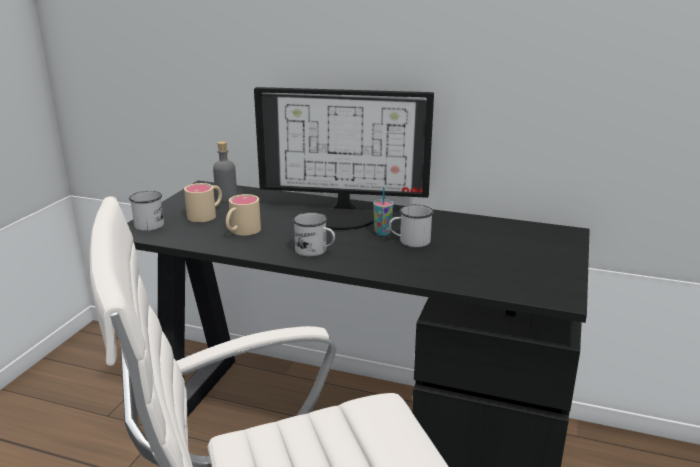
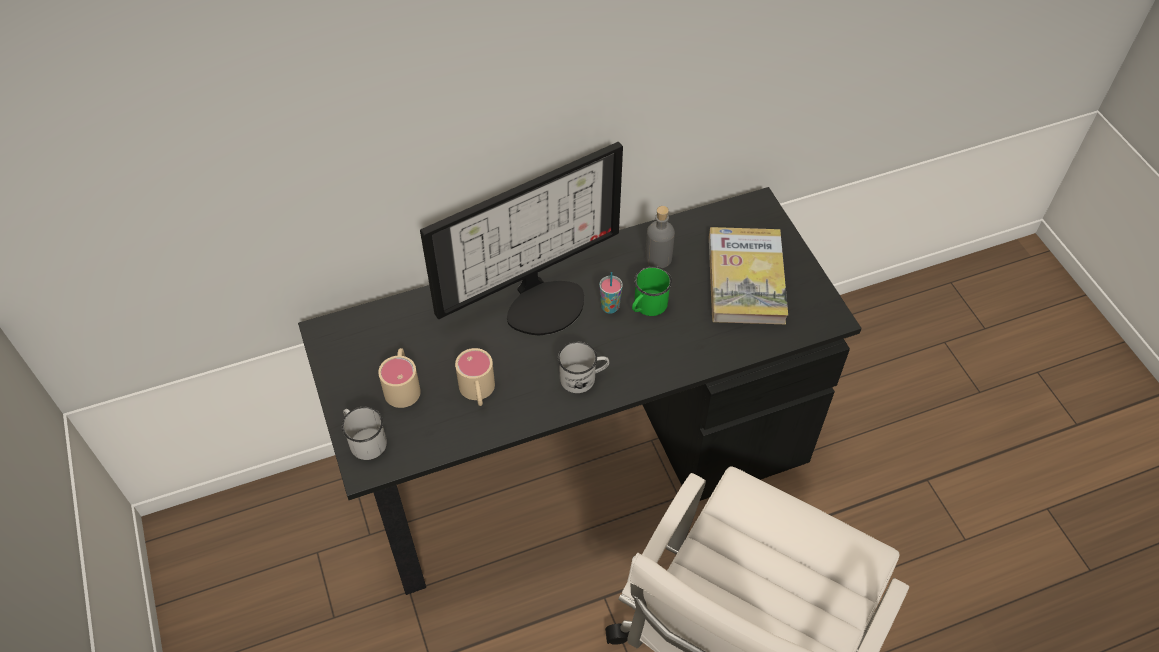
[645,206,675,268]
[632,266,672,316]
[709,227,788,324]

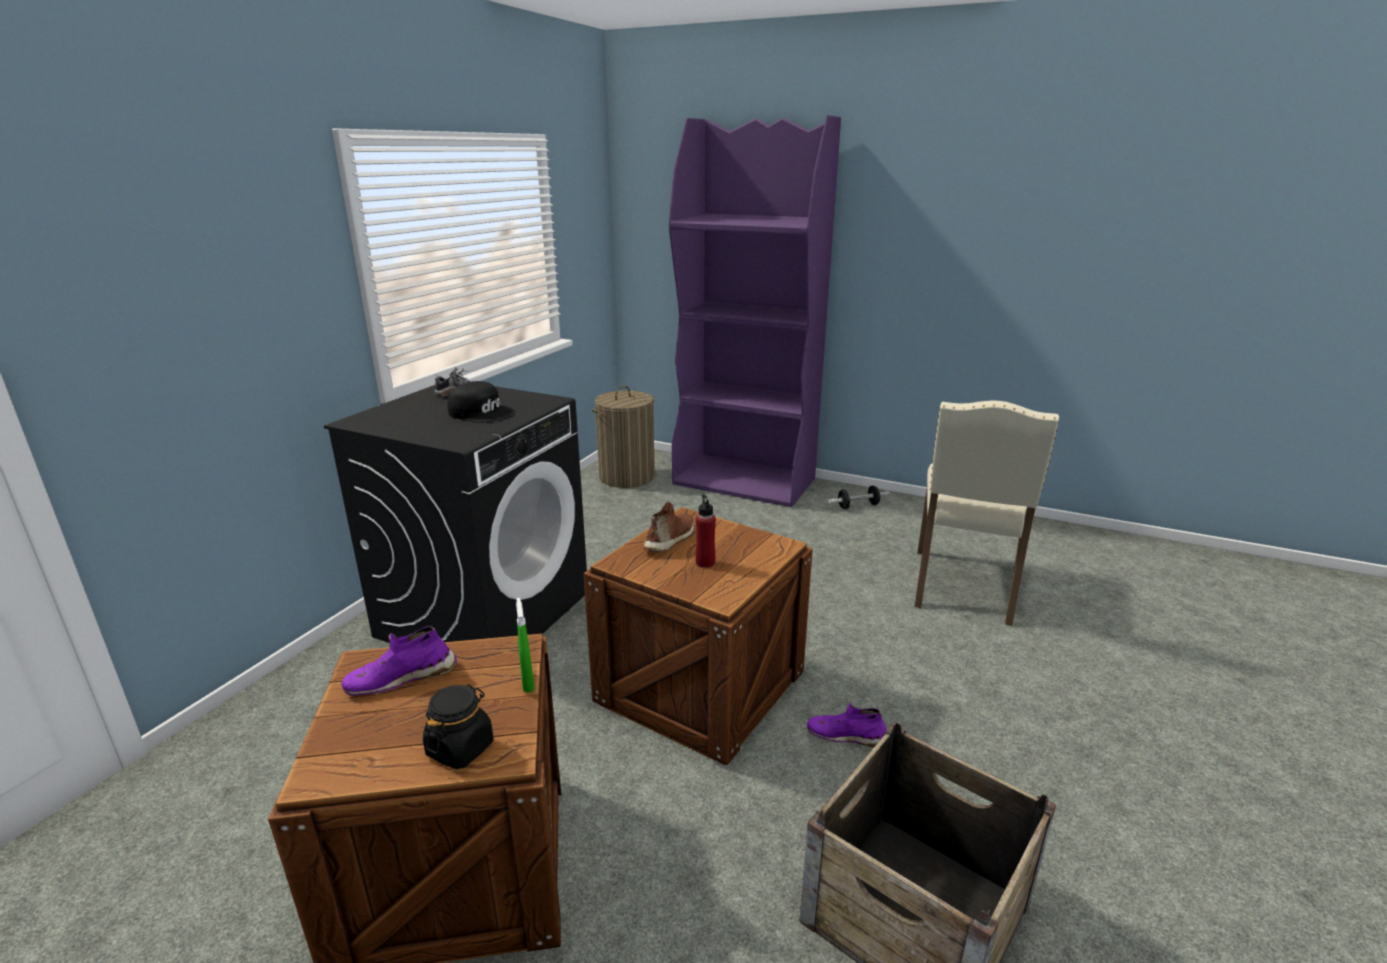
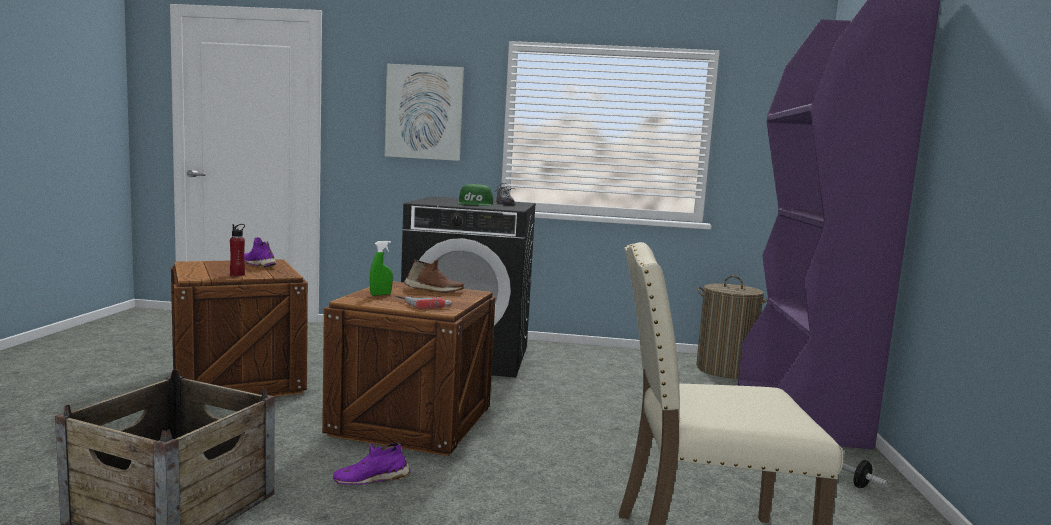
[423,684,493,769] (first image)
[457,183,493,206]
[370,241,393,296]
[230,224,245,276]
[333,443,411,485]
[385,64,464,161]
[395,296,452,309]

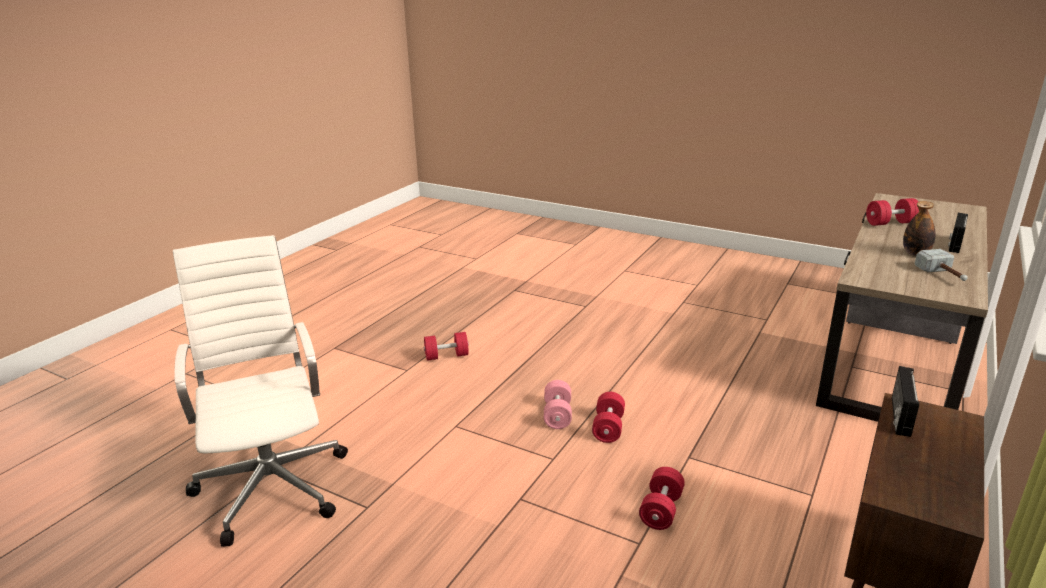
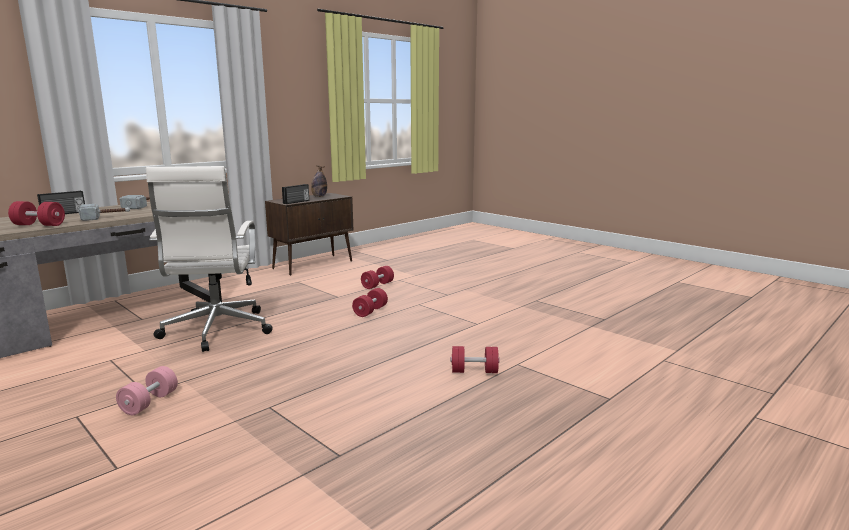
[146,166,272,352]
[116,366,178,415]
[311,165,327,197]
[79,204,130,221]

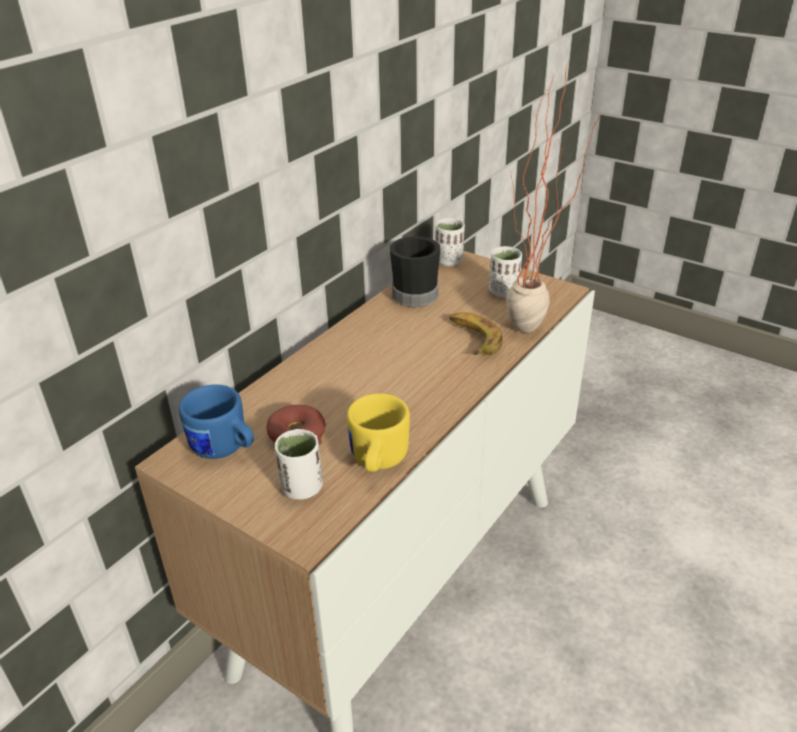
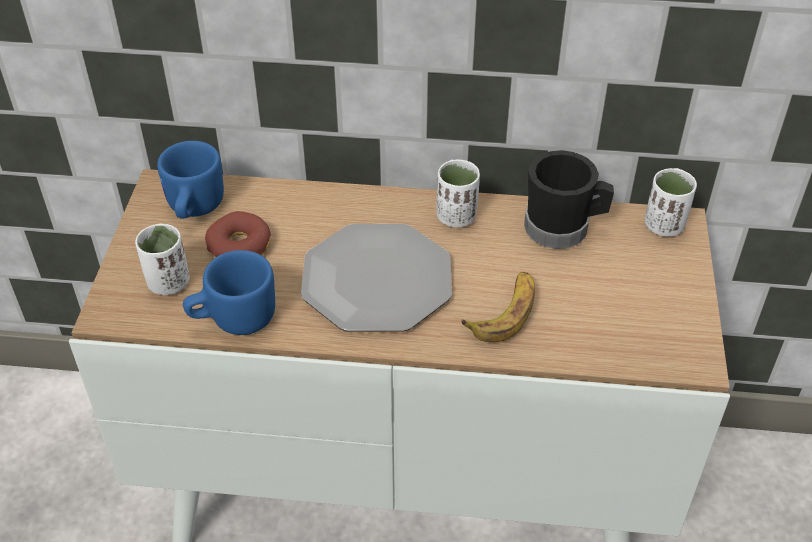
[183,250,275,335]
[436,159,480,227]
[506,62,600,333] (first image)
[301,224,452,332]

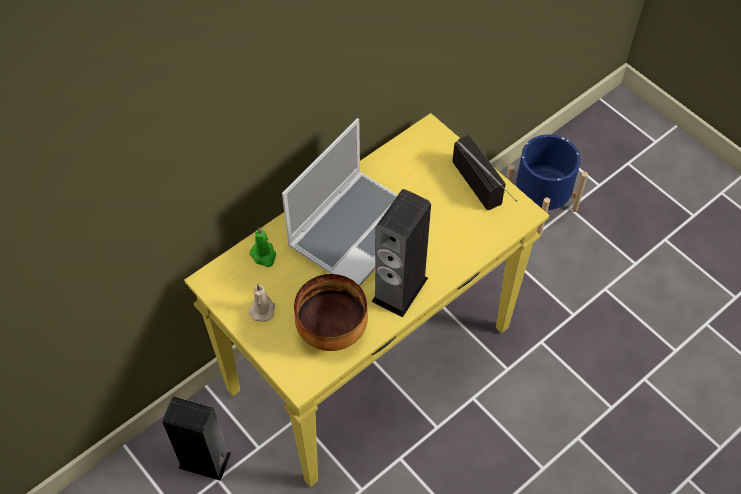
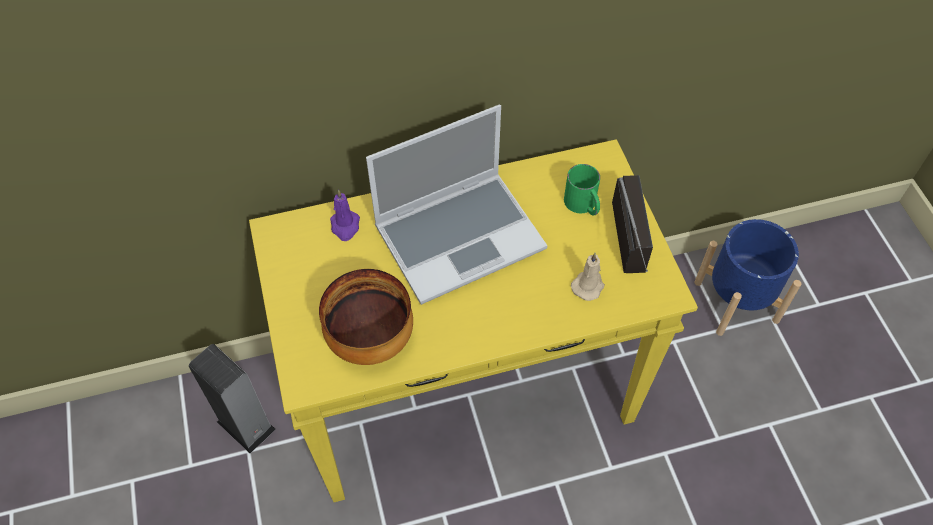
[330,189,360,241]
[571,253,605,301]
[371,189,431,318] (first image)
[564,164,600,215]

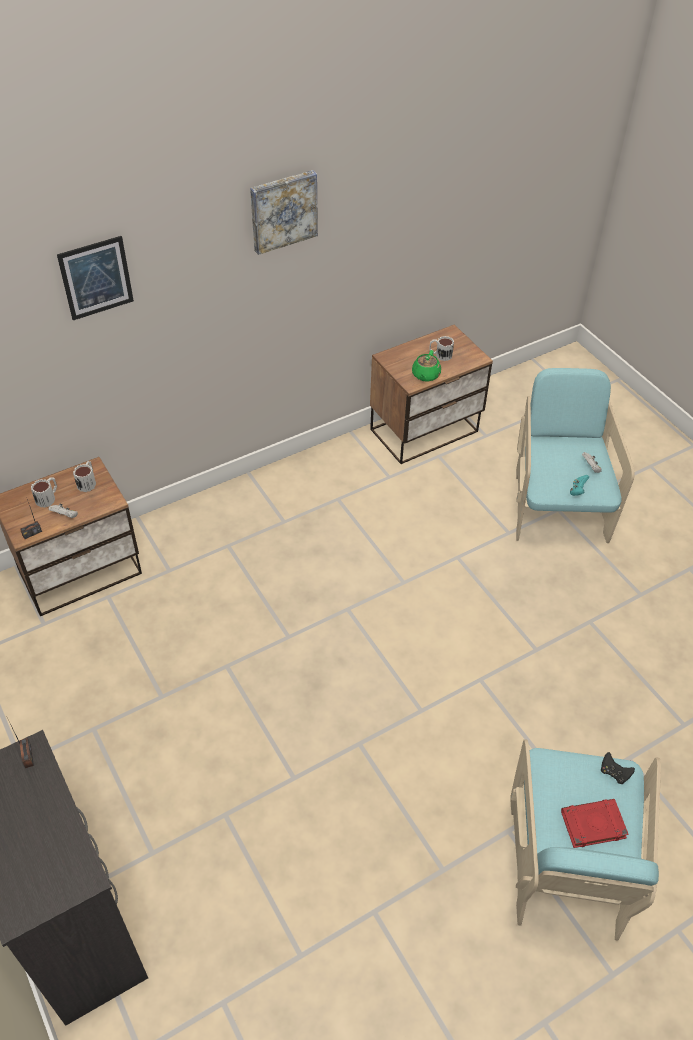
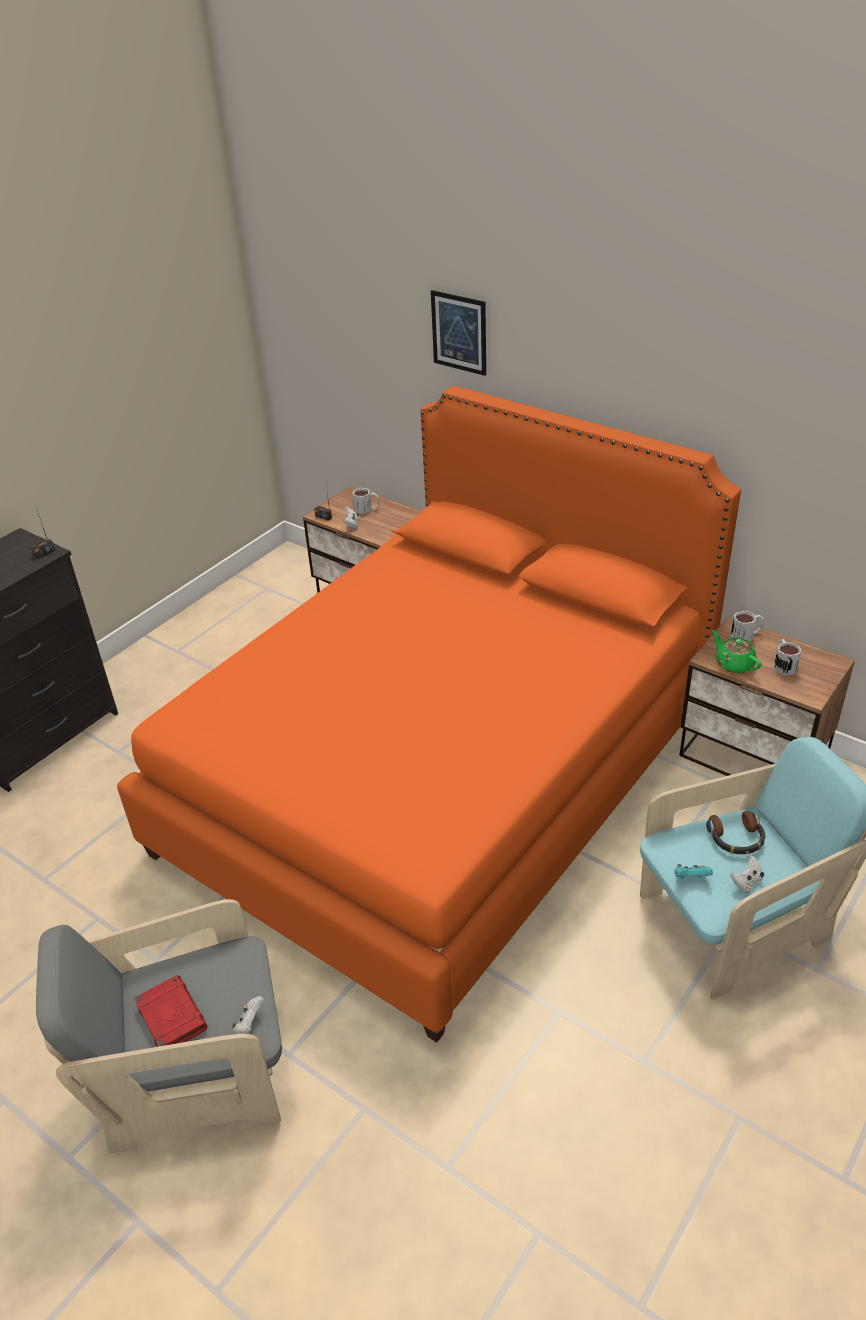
[731,611,764,642]
[250,170,318,255] (first image)
[712,630,762,673]
[36,899,282,1153]
[232,996,265,1034]
[117,386,741,1043]
[706,811,765,854]

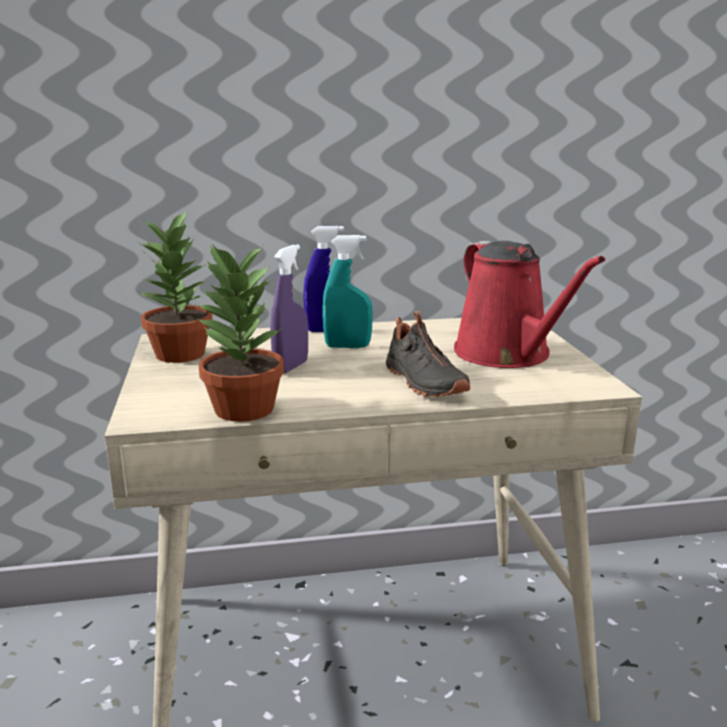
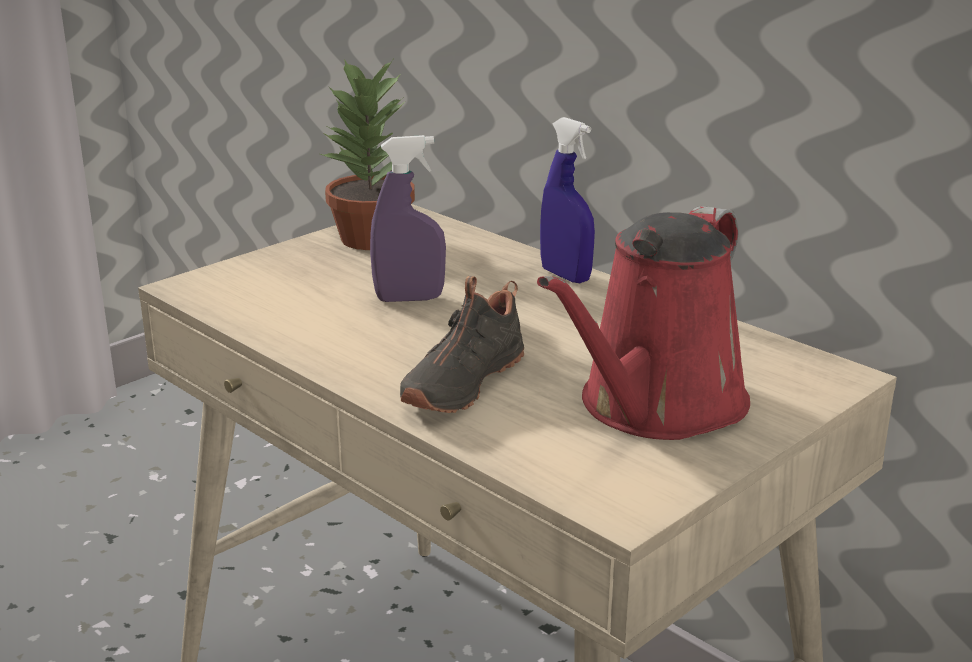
[195,244,284,422] (first image)
[322,235,373,348] (first image)

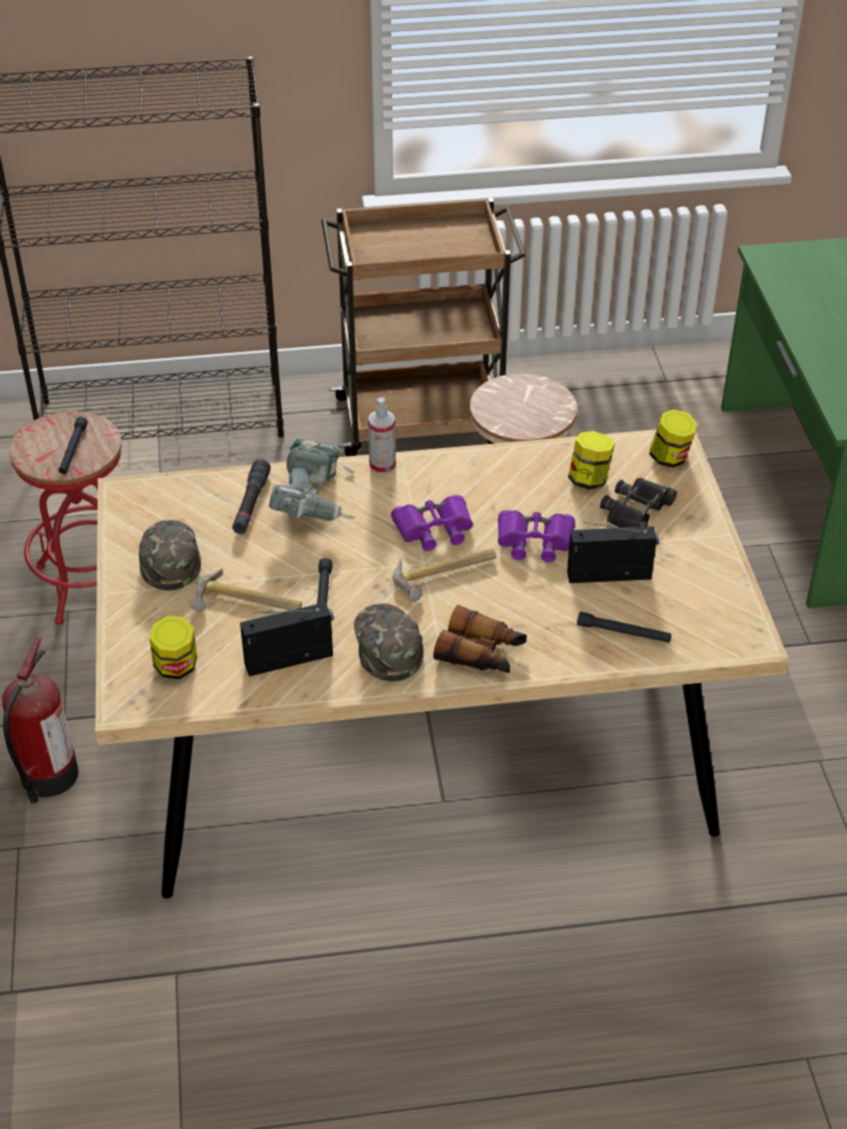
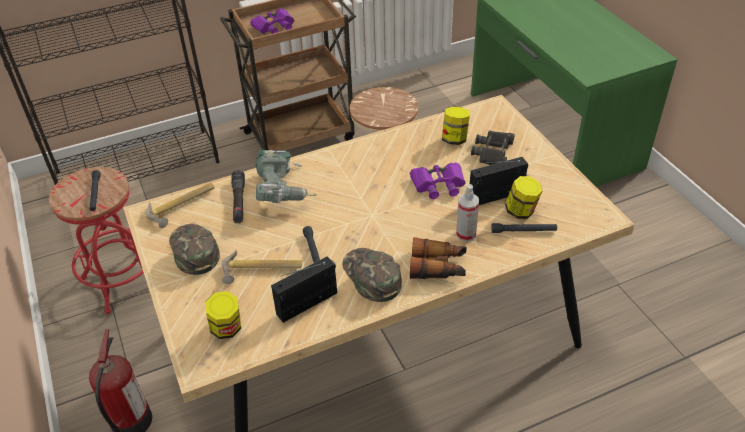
[456,184,479,242]
[250,9,294,34]
[146,182,214,228]
[505,176,543,219]

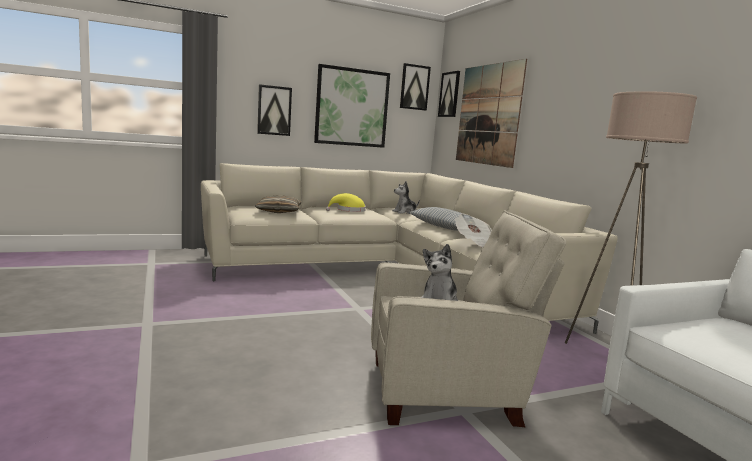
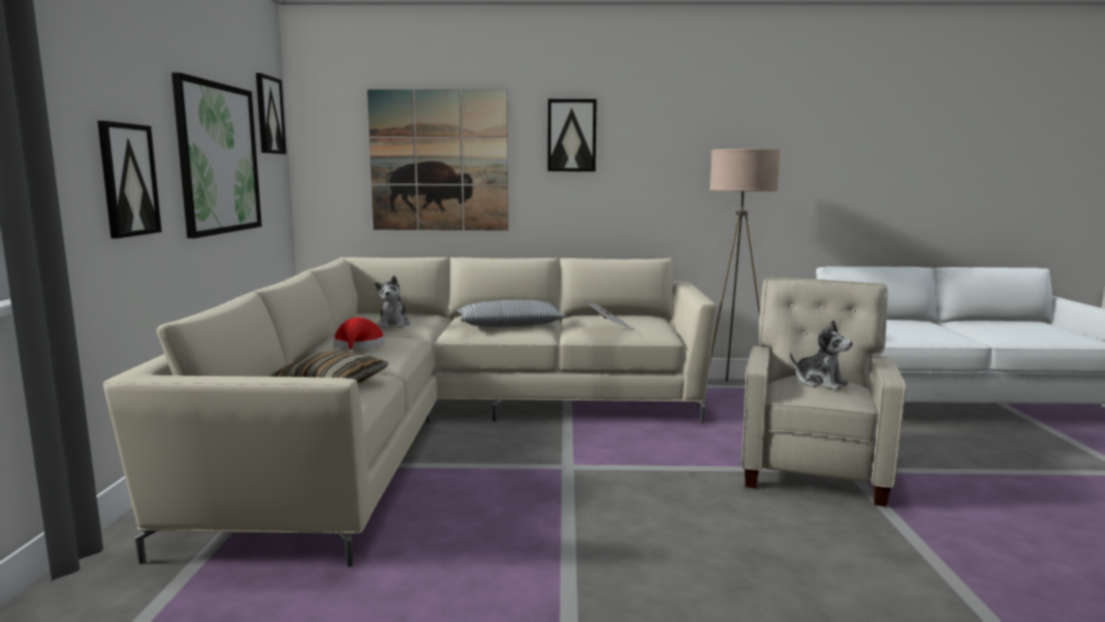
[333,317,385,352]
[548,99,597,171]

